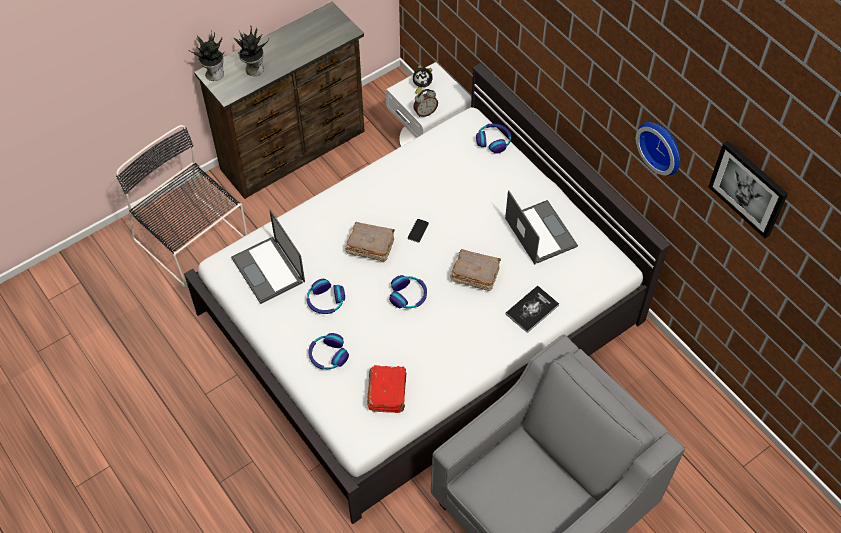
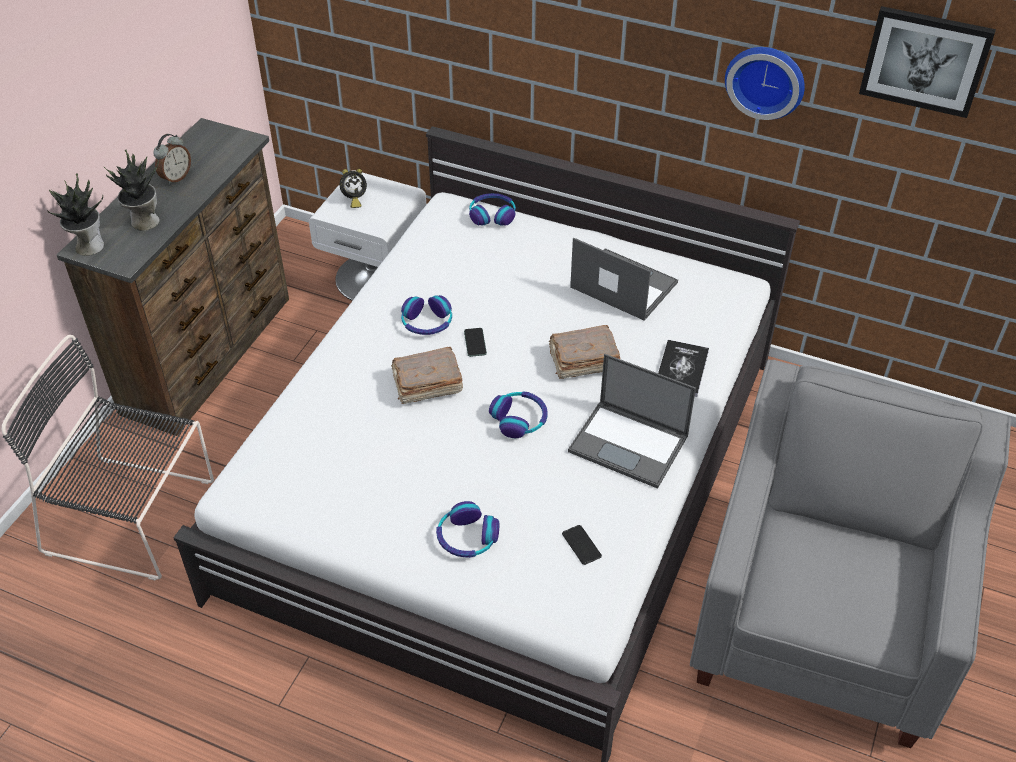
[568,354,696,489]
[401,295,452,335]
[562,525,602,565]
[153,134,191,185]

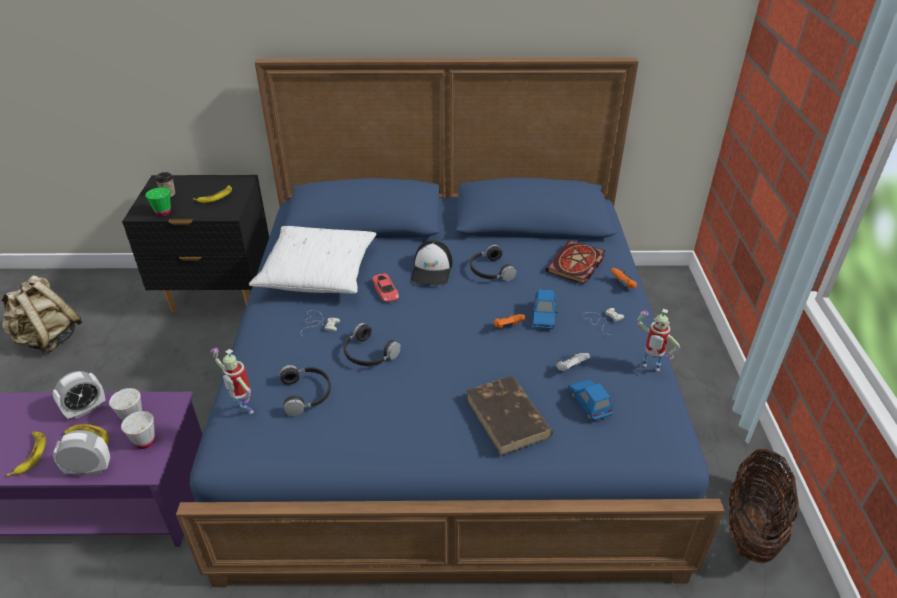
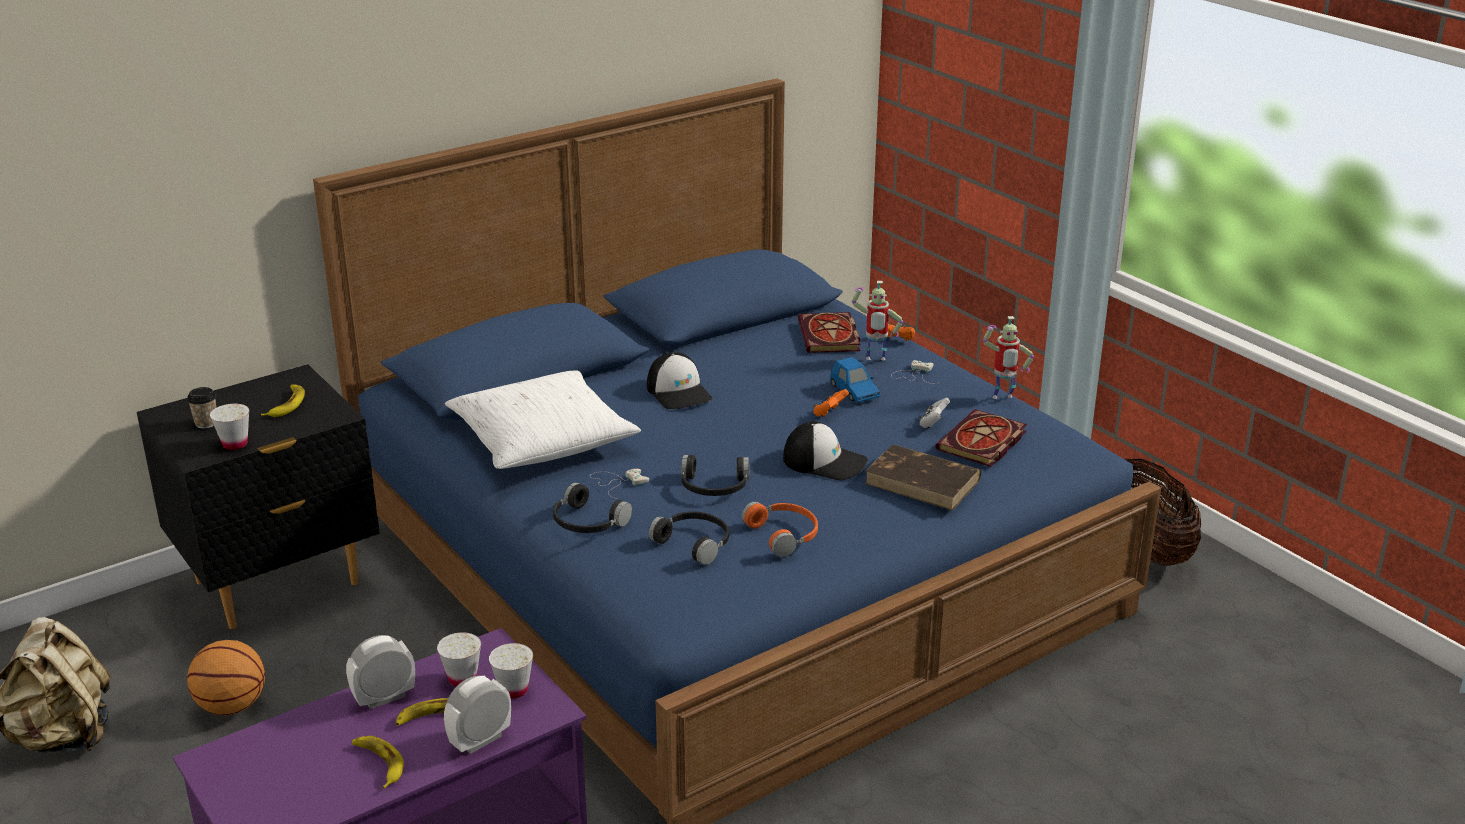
[346,635,415,709]
[210,404,249,450]
[852,281,903,360]
[372,273,399,302] (first image)
[553,483,632,533]
[936,409,1027,467]
[187,640,265,715]
[742,501,818,557]
[783,421,868,480]

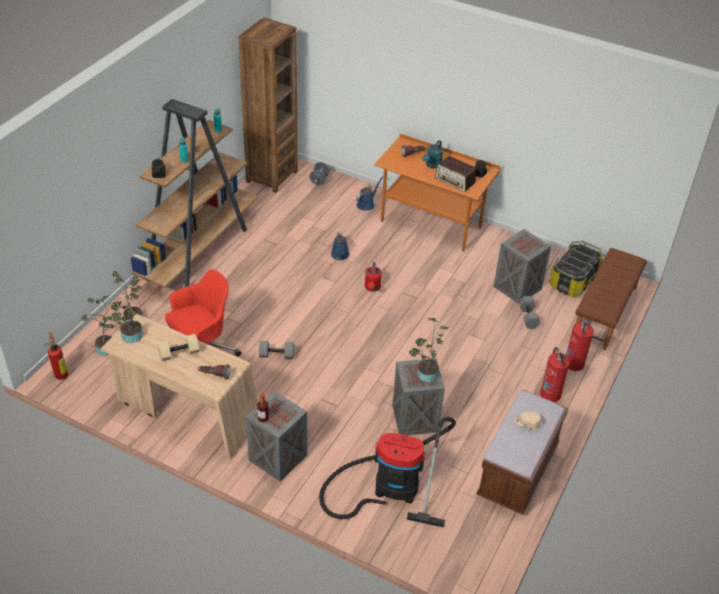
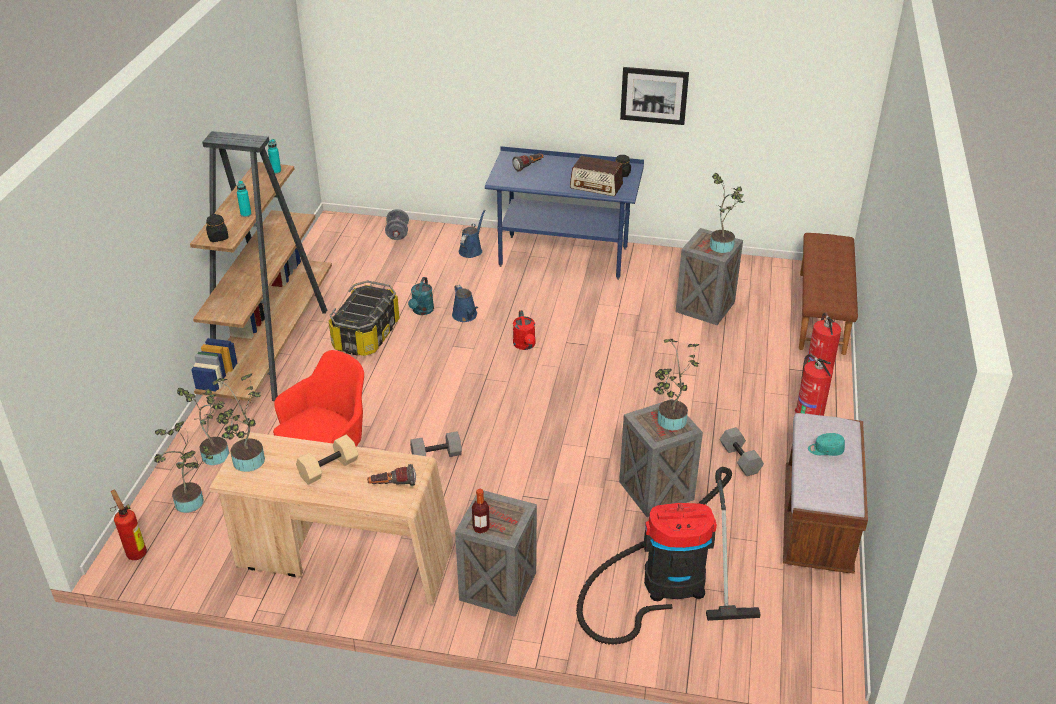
[238,17,298,193] (first image)
[485,146,644,280]
[408,277,434,315]
[808,433,845,456]
[720,427,764,476]
[329,281,399,356]
[620,67,689,125]
[710,173,744,253]

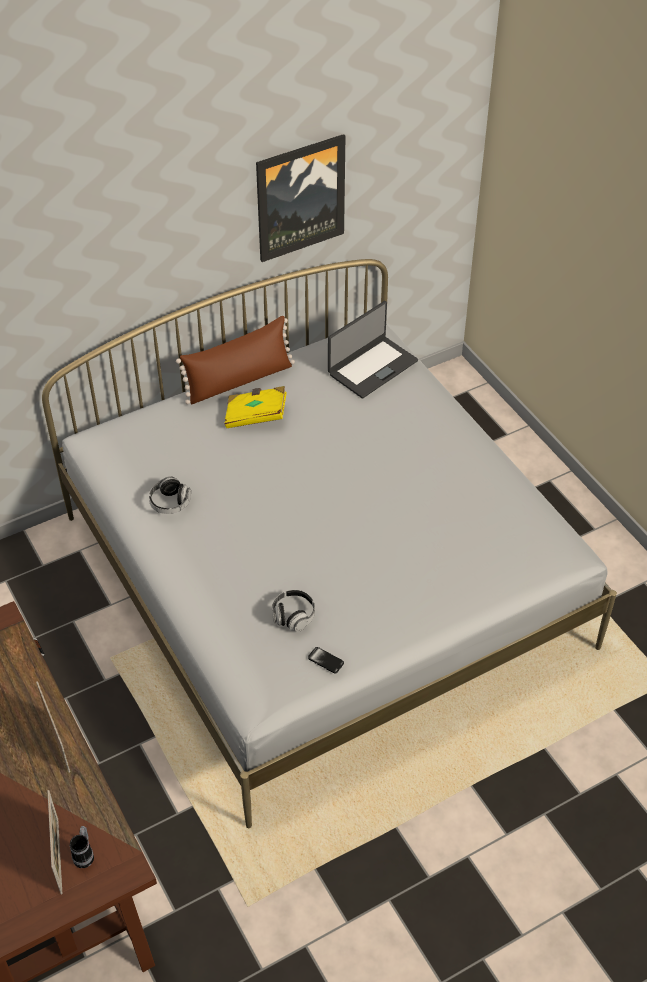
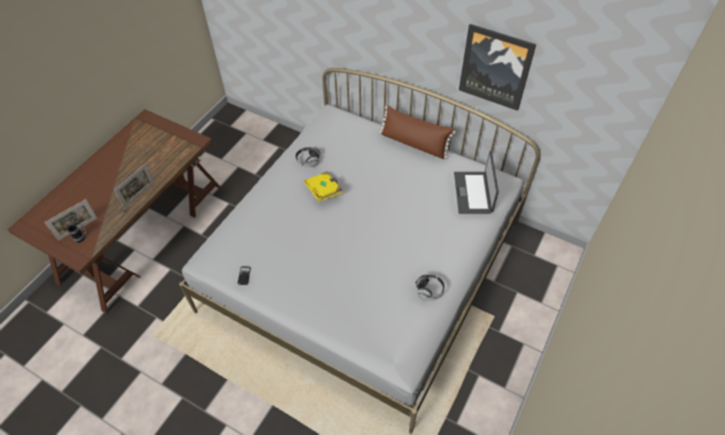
[304,171,342,202]
[415,274,445,301]
[454,151,499,214]

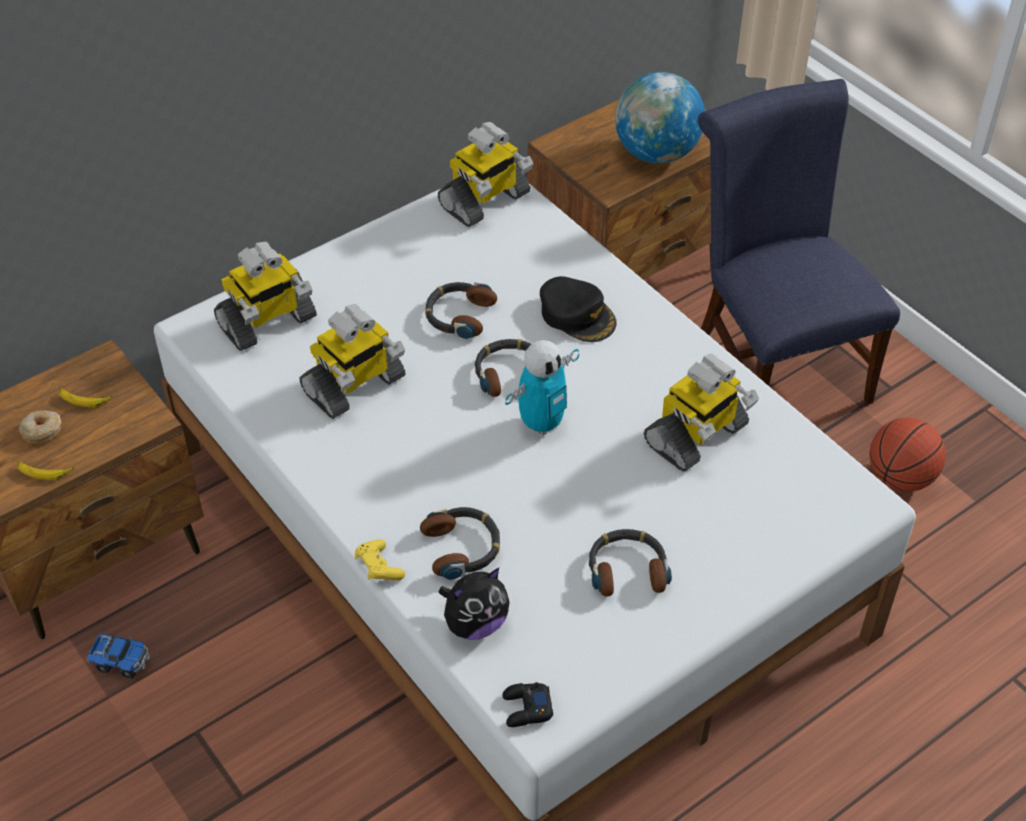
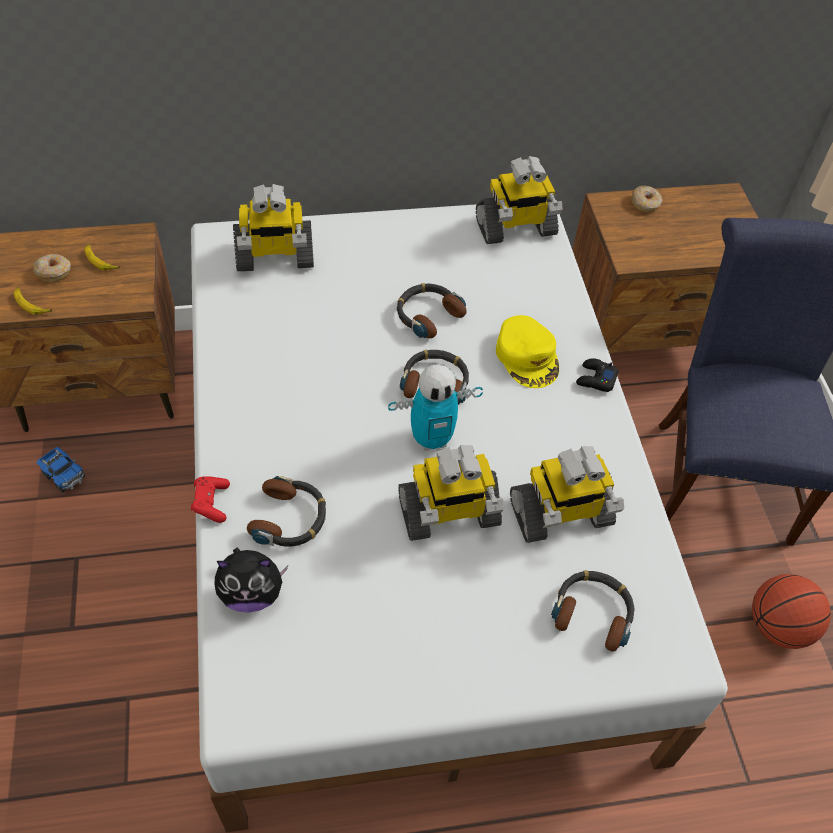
[398,445,504,541]
[191,476,230,523]
[576,358,619,392]
[496,315,559,388]
[551,570,635,651]
[615,72,705,164] (first image)
[631,185,662,212]

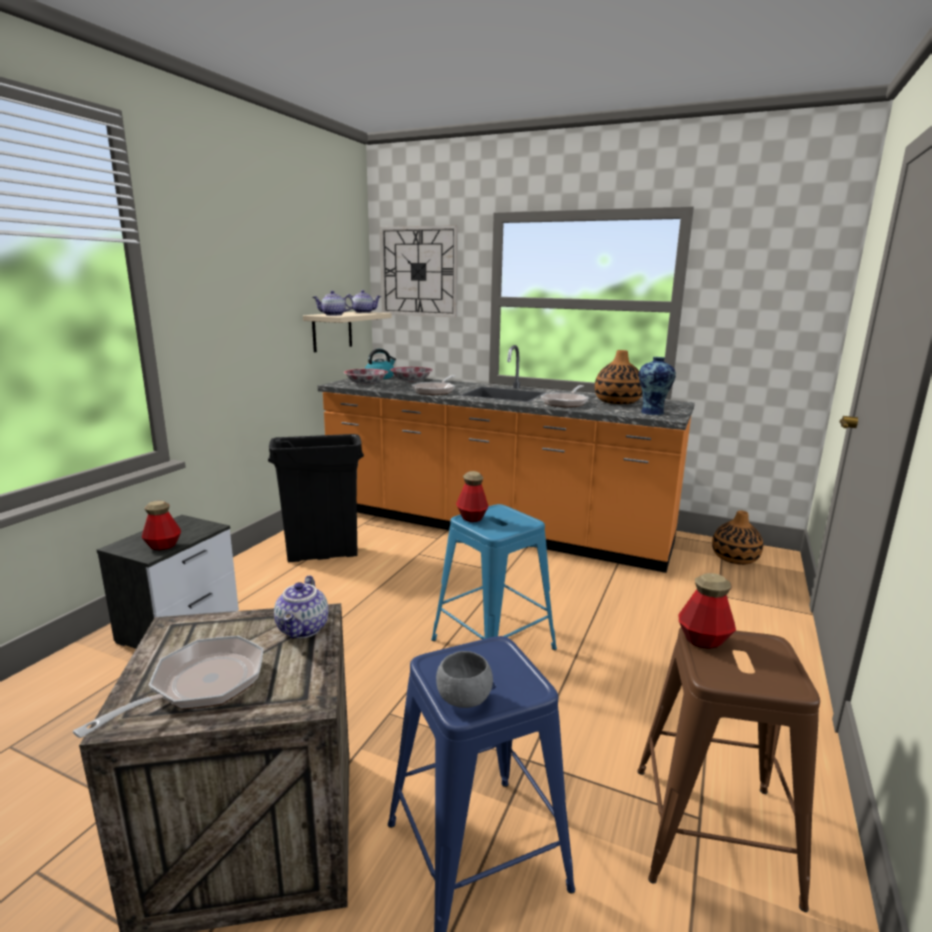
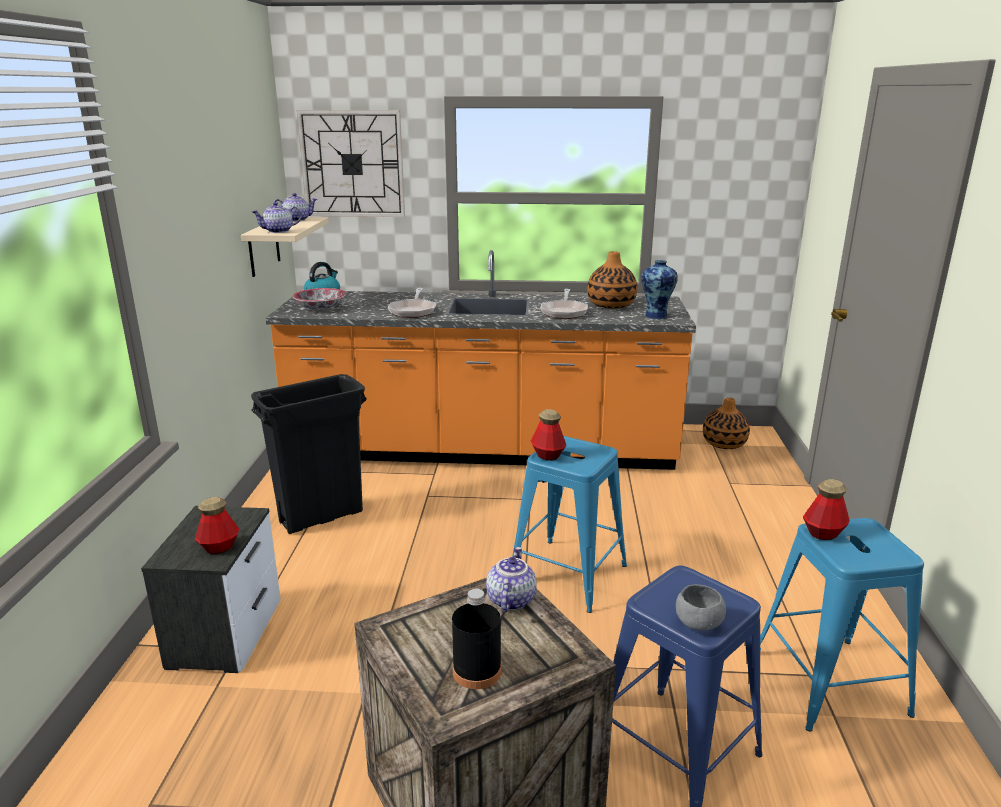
[452,589,502,689]
[486,547,537,612]
[390,367,433,382] (first image)
[760,518,924,732]

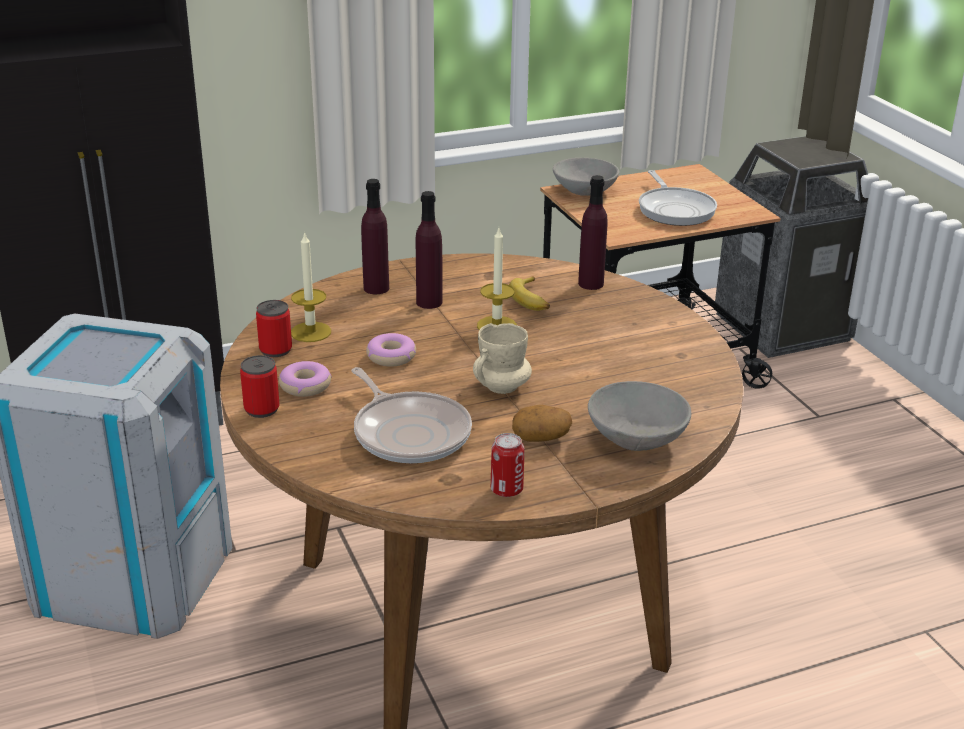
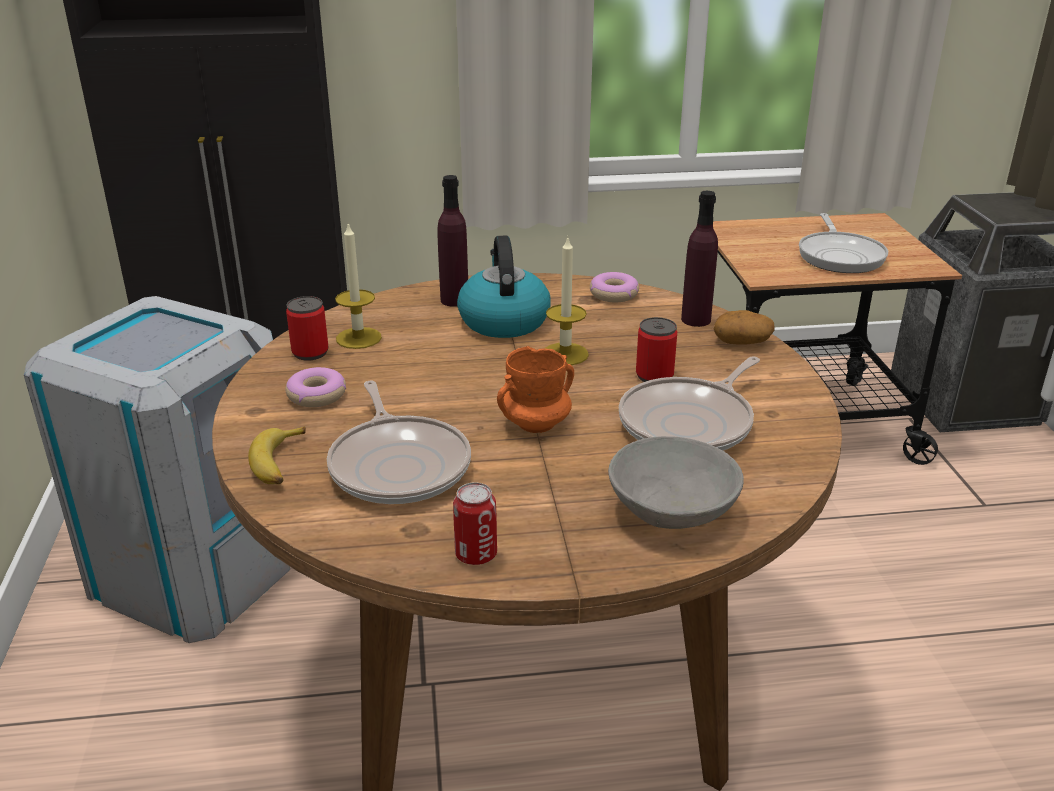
[636,317,677,382]
[590,272,639,302]
[457,236,551,338]
[497,346,574,433]
[248,426,306,484]
[714,310,774,345]
[553,158,619,196] (first image)
[619,356,760,451]

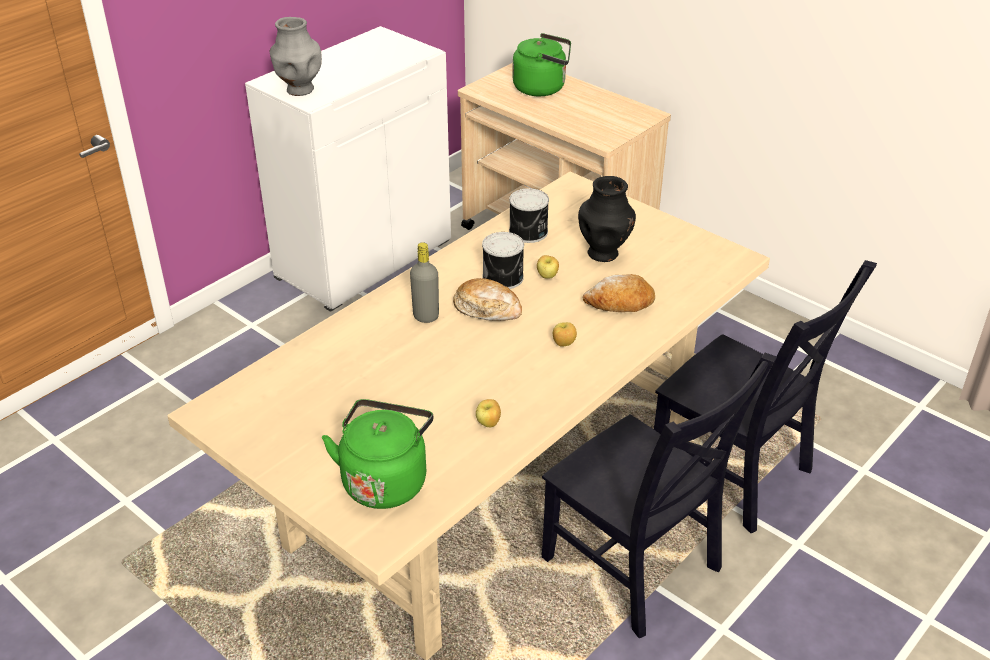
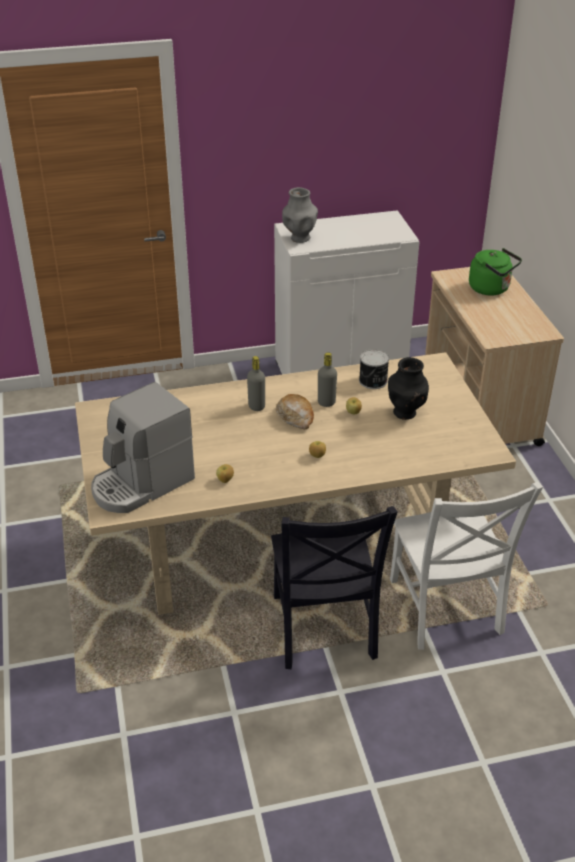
[91,382,195,513]
[318,352,337,407]
[583,274,655,312] (first image)
[390,482,543,650]

